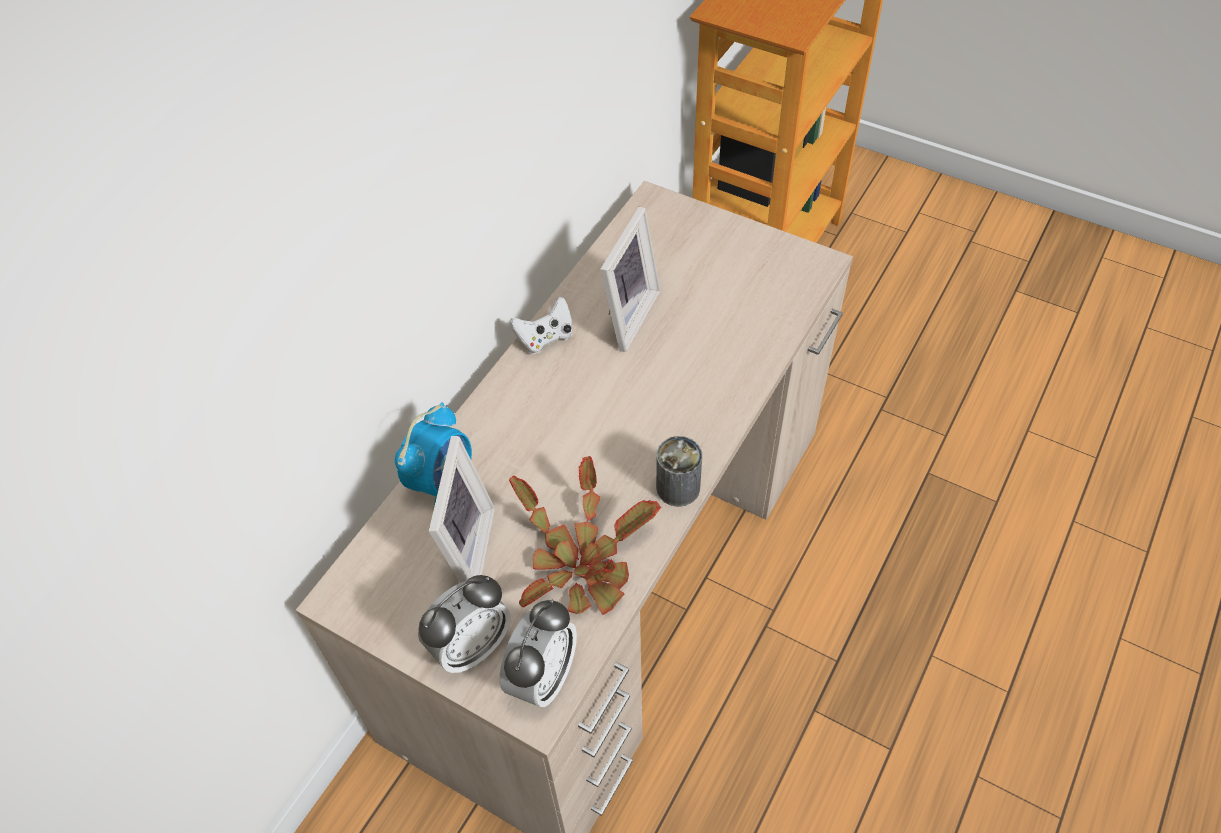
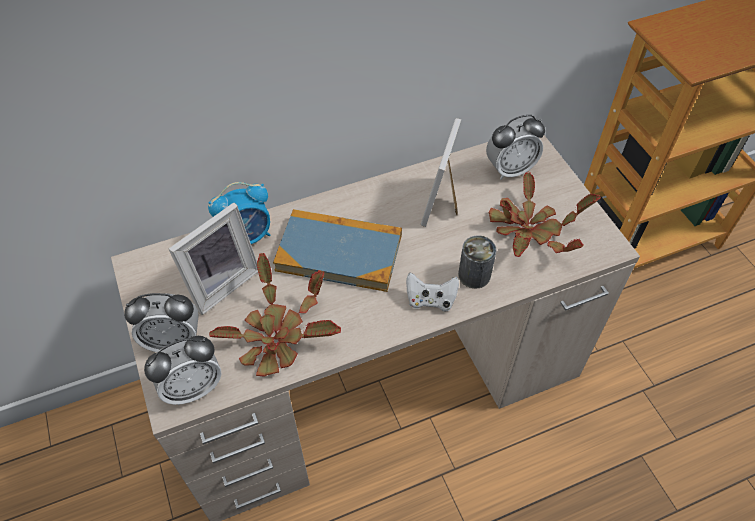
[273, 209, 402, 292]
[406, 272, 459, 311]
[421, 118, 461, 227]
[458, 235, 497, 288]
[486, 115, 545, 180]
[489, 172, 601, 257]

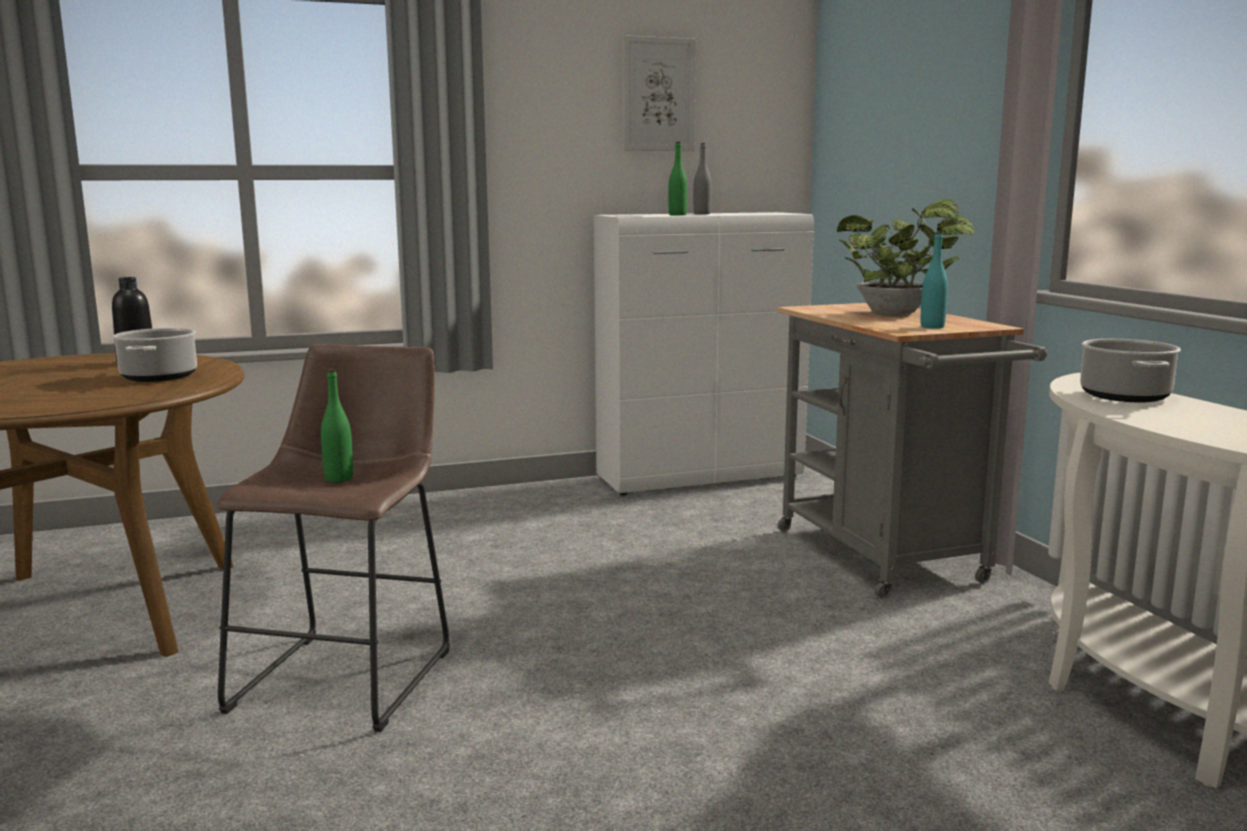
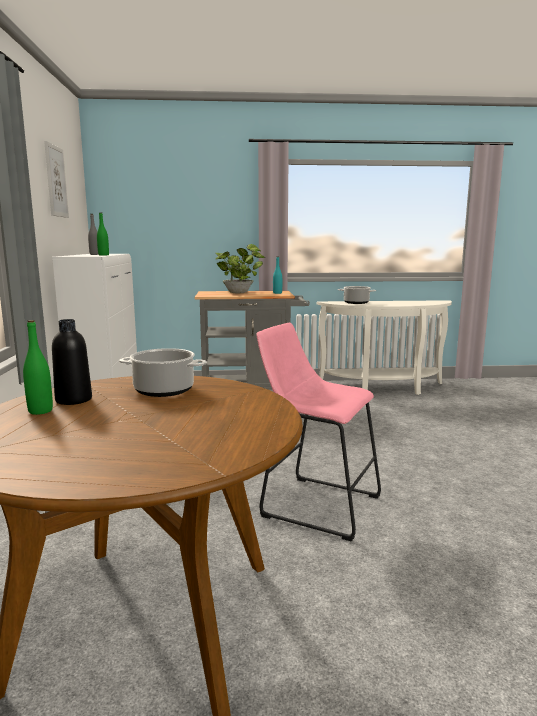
[23, 320, 53, 415]
[256, 323, 381, 542]

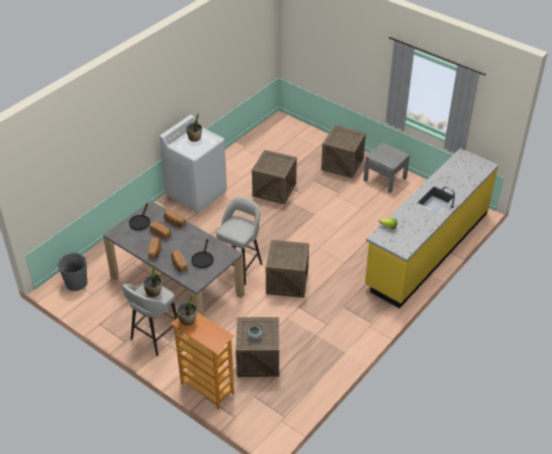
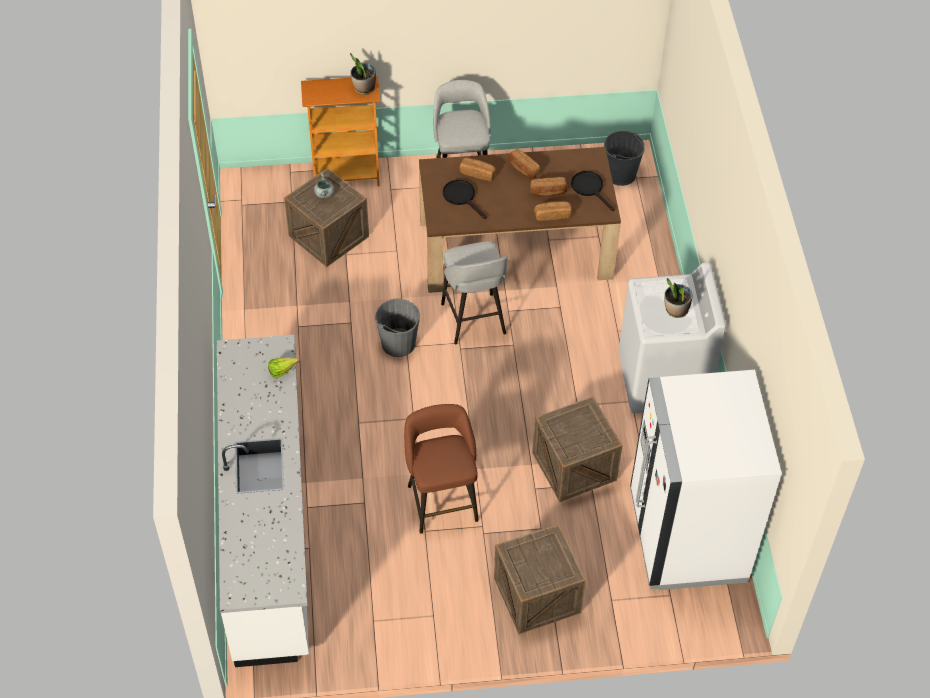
[217, 335, 309, 667]
[375, 299, 420, 357]
[404, 404, 479, 534]
[419, 147, 621, 293]
[630, 370, 782, 590]
[143, 264, 162, 298] (first image)
[364, 142, 410, 193] (first image)

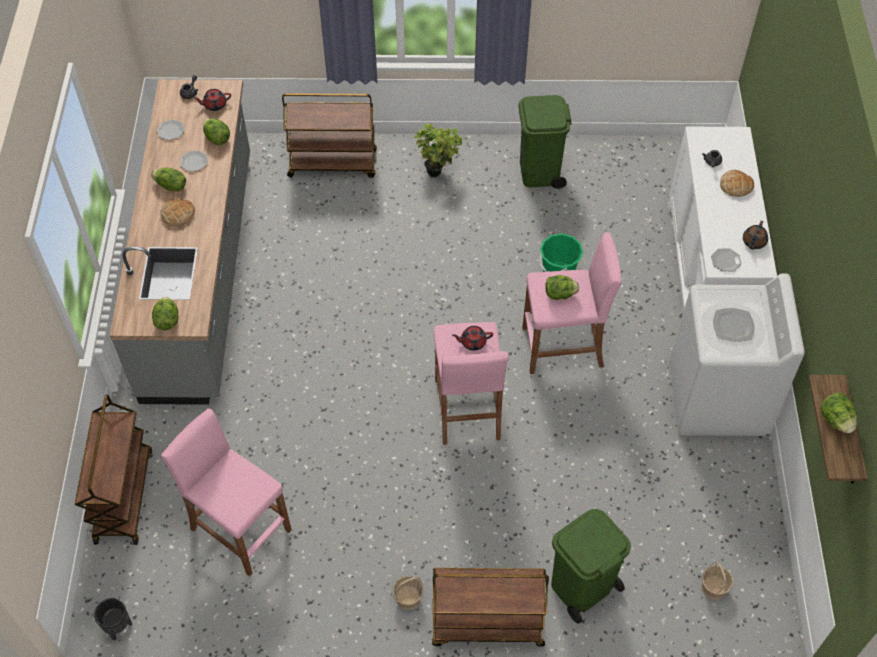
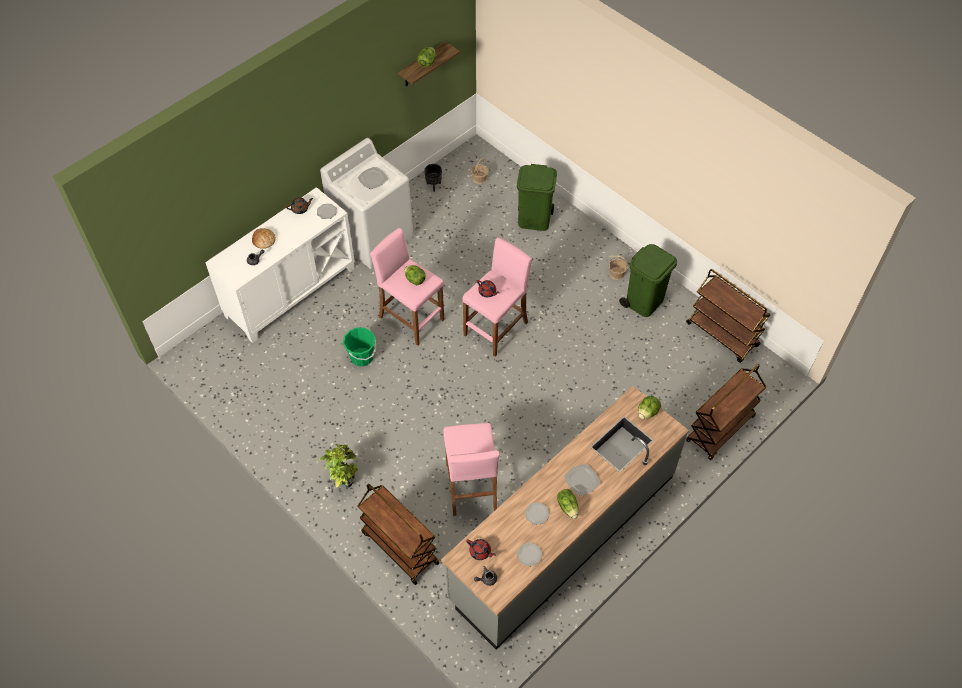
[424, 164, 442, 192]
[443, 423, 499, 516]
[564, 464, 600, 496]
[619, 244, 677, 317]
[686, 269, 770, 363]
[203, 119, 230, 145] (first image)

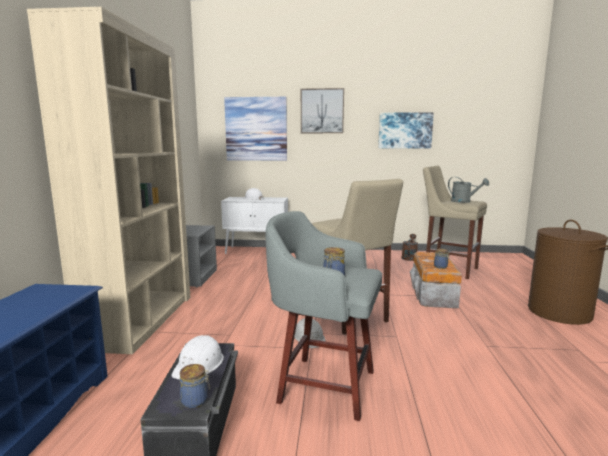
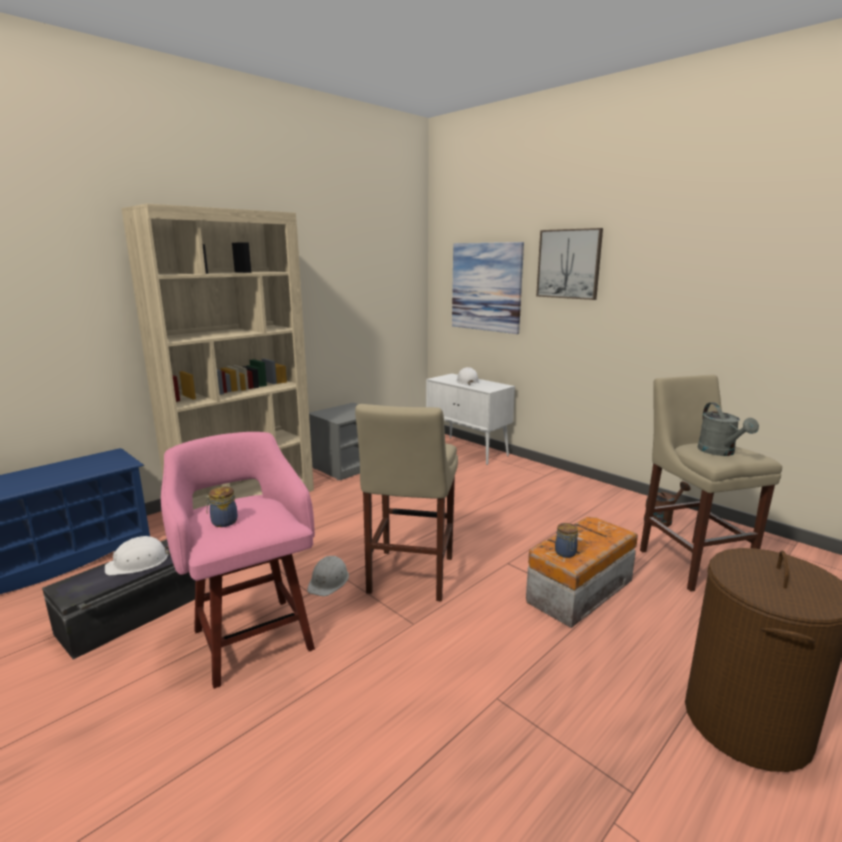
[161, 432, 315, 689]
[180, 364, 210, 409] (first image)
[378, 112, 434, 148] (first image)

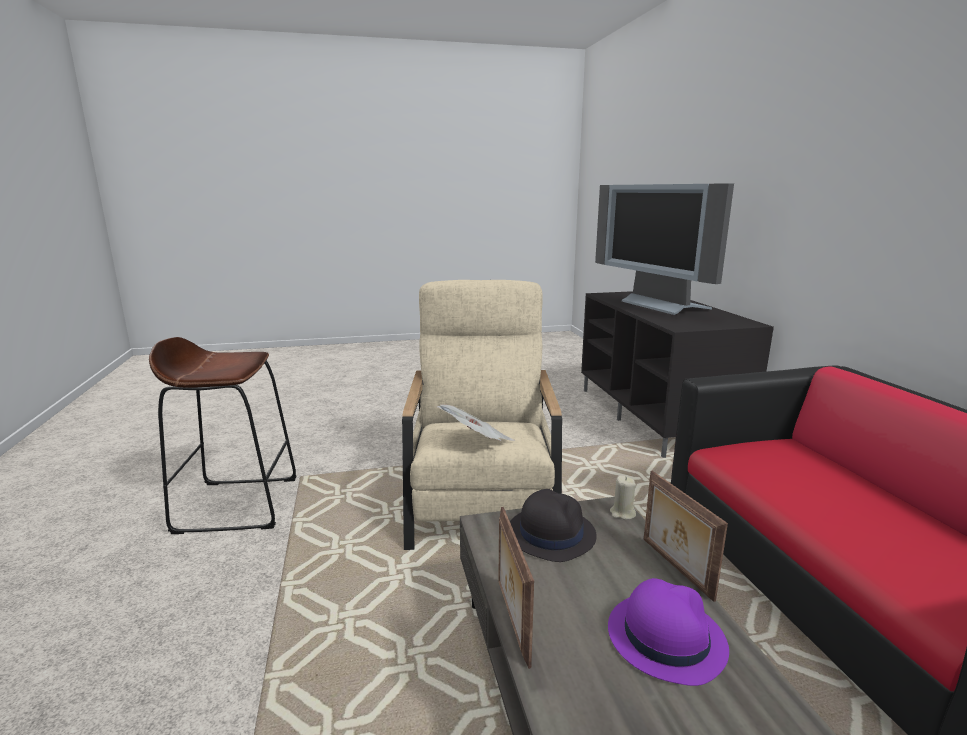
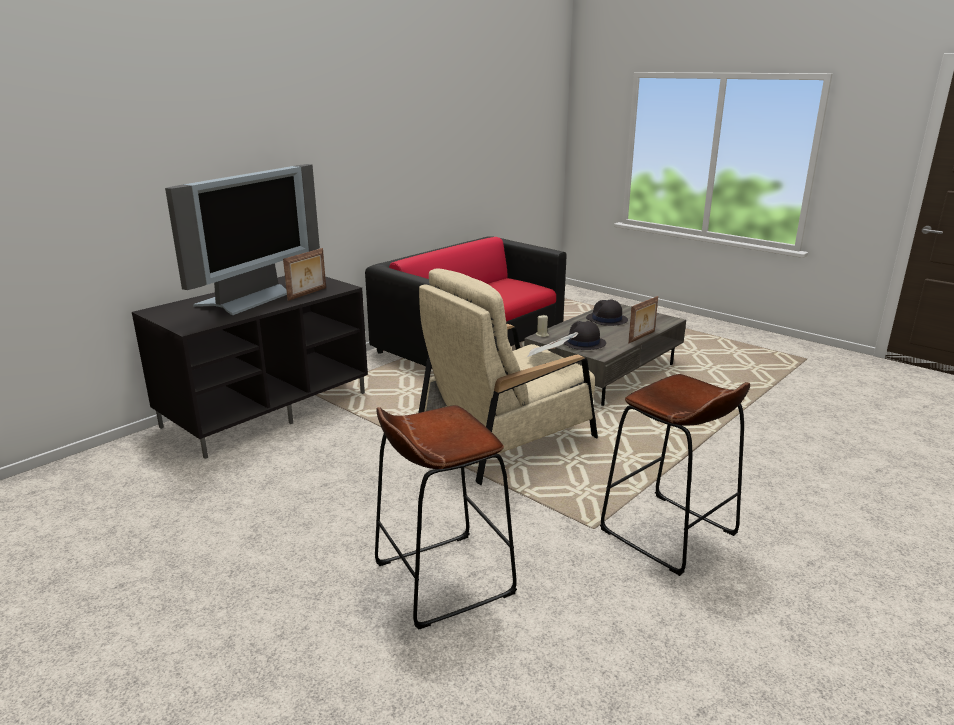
[283, 248, 326, 301]
[375, 405, 517, 630]
[586, 299, 628, 326]

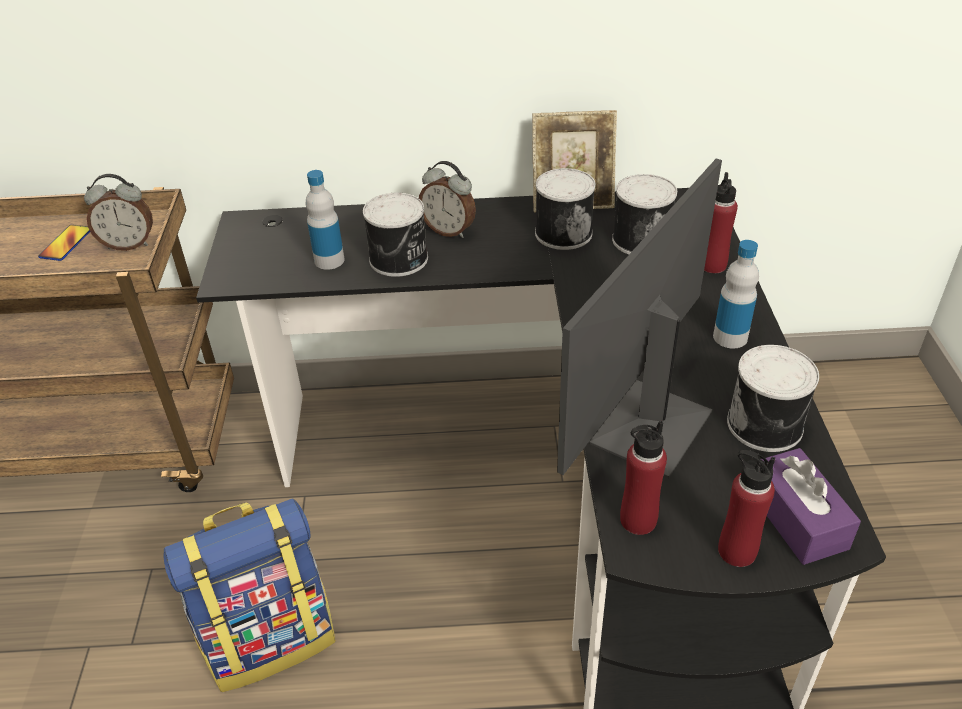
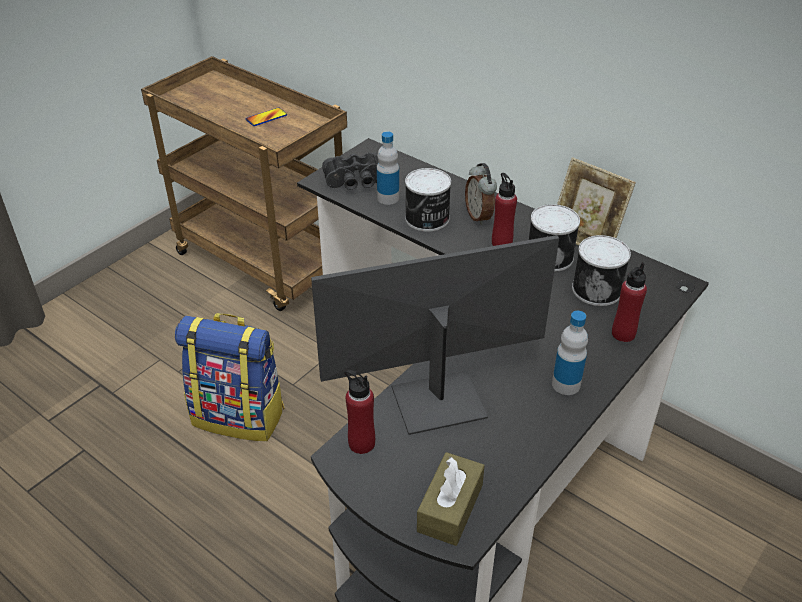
[322, 153, 379, 190]
[417, 452, 485, 546]
[492, 173, 517, 246]
[84, 174, 153, 251] (first image)
[727, 345, 819, 452] (first image)

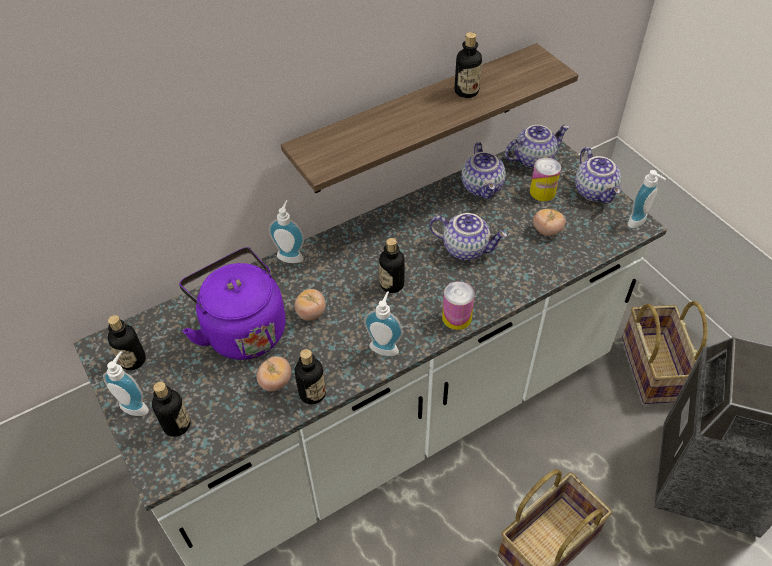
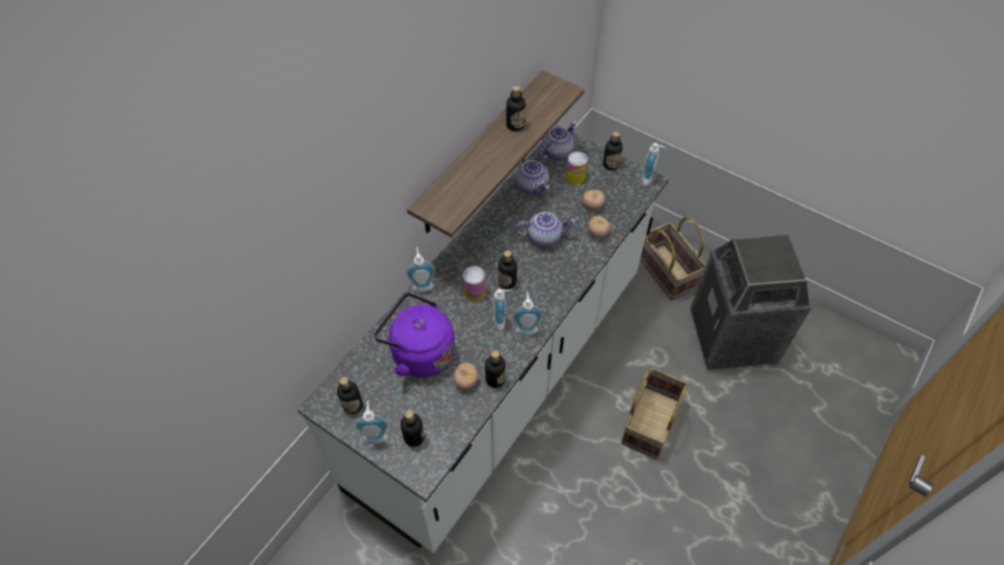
[463, 266, 486, 301]
[493, 289, 511, 331]
[588, 216, 610, 238]
[603, 132, 623, 171]

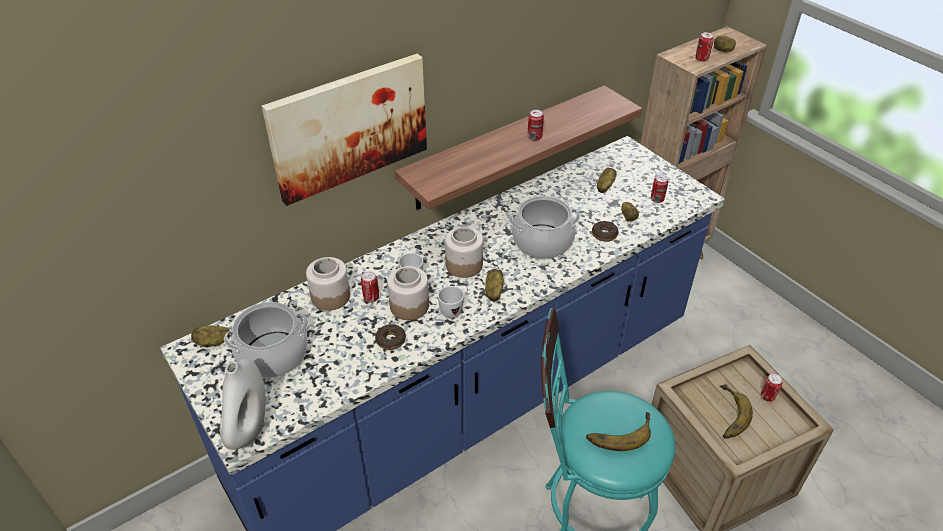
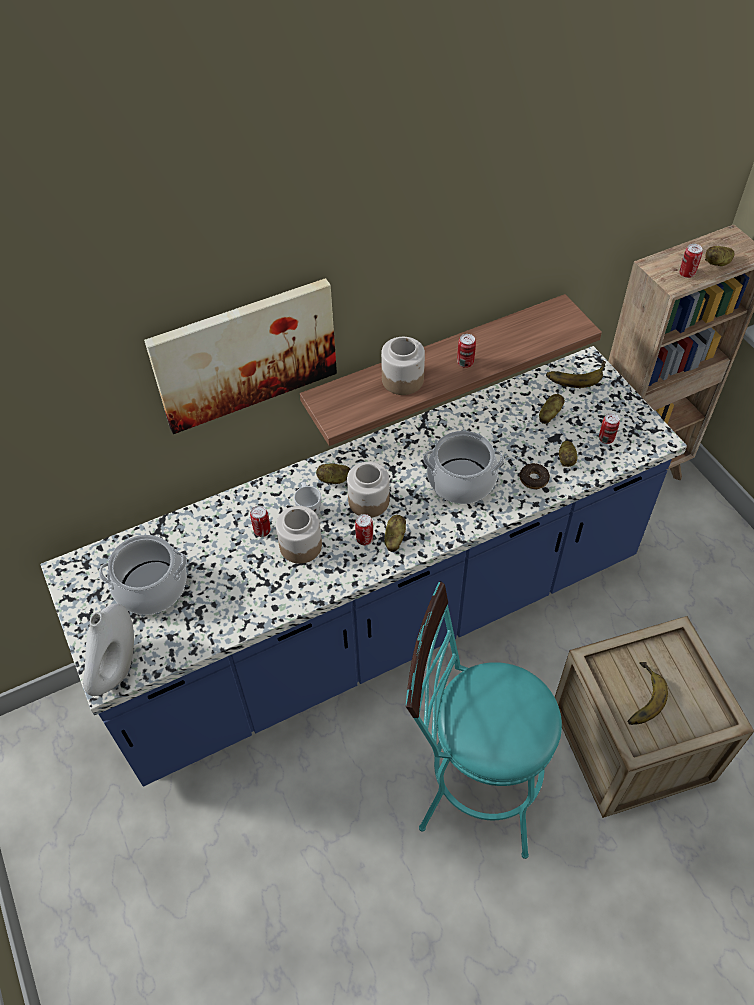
[316, 463, 350, 484]
[355, 514, 373, 545]
[381, 337, 425, 395]
[546, 361, 606, 388]
[375, 324, 406, 350] (first image)
[438, 284, 464, 318] (first image)

